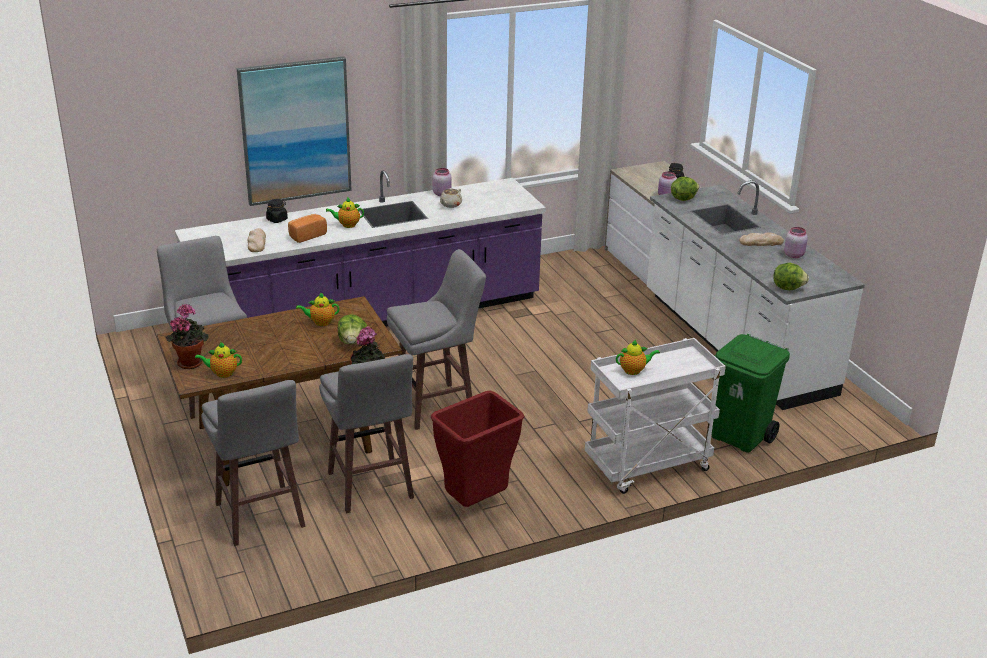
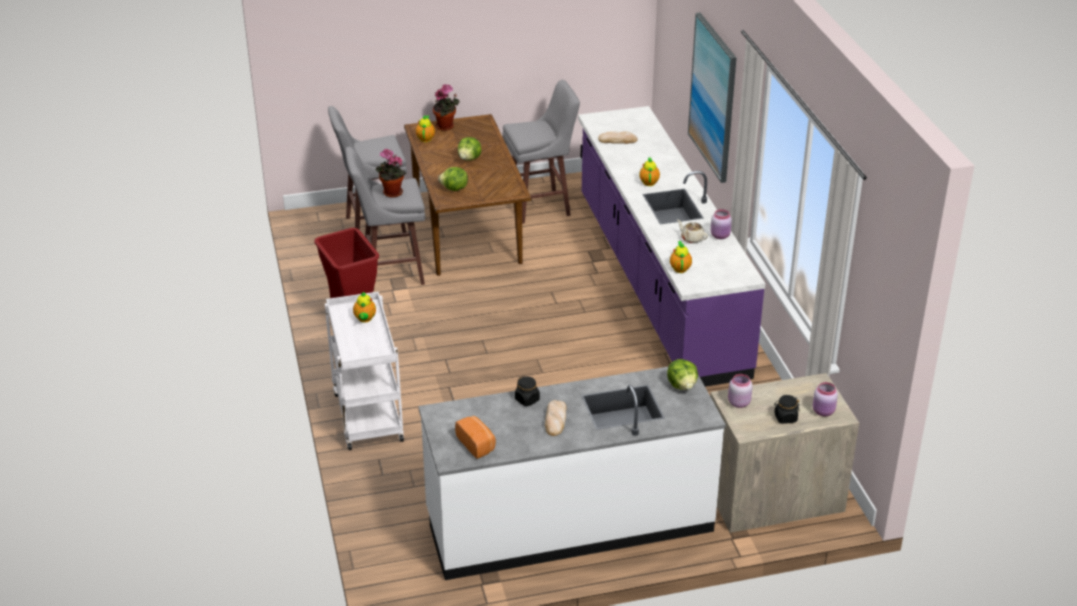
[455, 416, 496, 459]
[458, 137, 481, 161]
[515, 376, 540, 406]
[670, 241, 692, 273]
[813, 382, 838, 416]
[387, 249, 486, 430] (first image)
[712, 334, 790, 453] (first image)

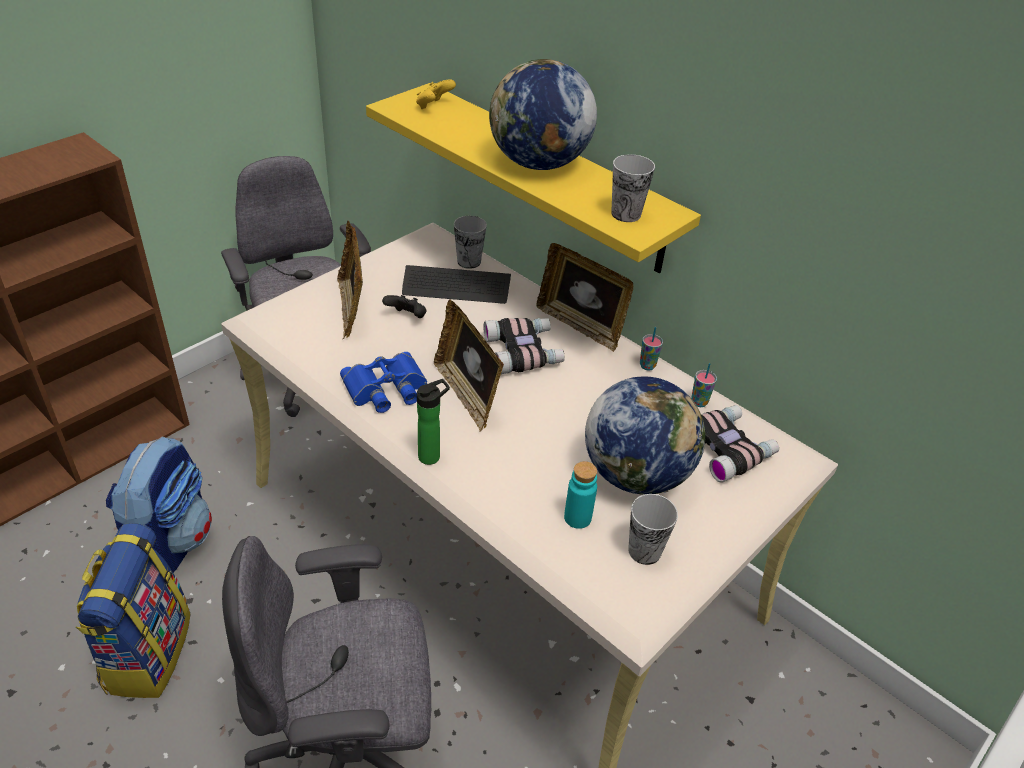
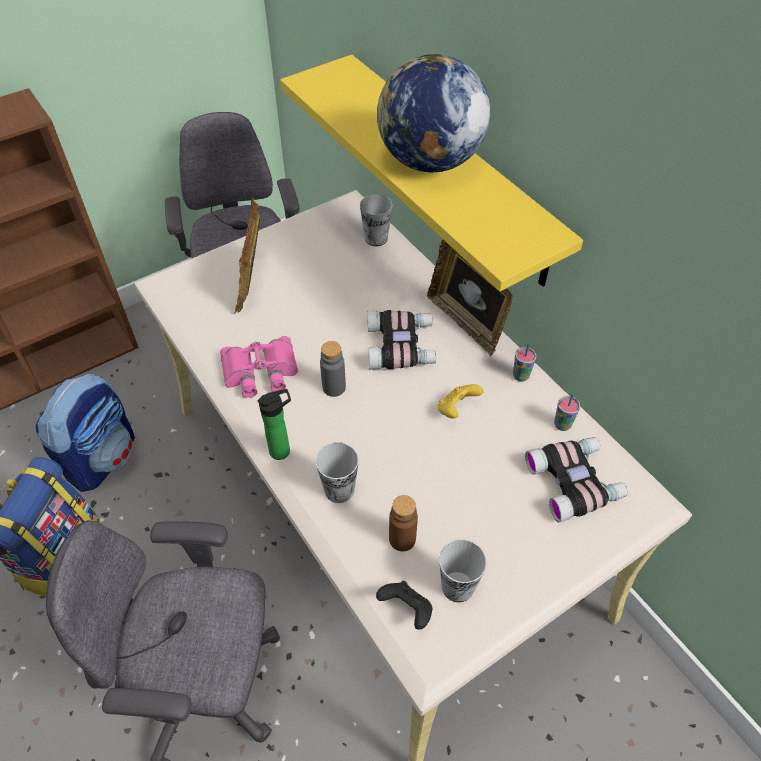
[220, 336, 298, 398]
[316, 442, 359, 503]
[320, 341, 346, 397]
[376, 581, 432, 630]
[389, 495, 418, 551]
[438, 384, 483, 419]
[402, 265, 511, 304] (first image)
[585, 376, 705, 495] (first image)

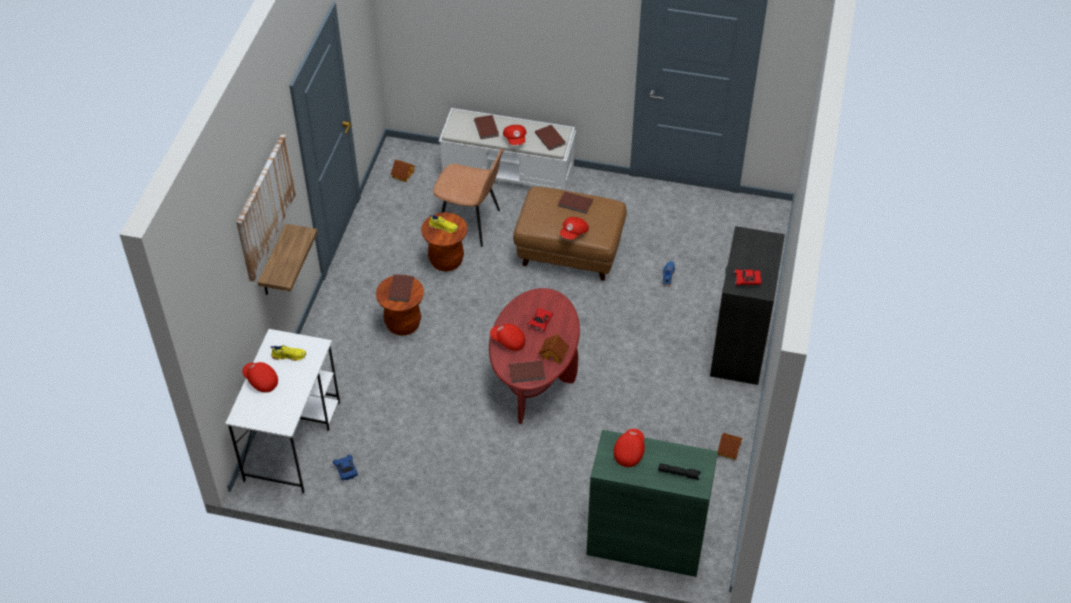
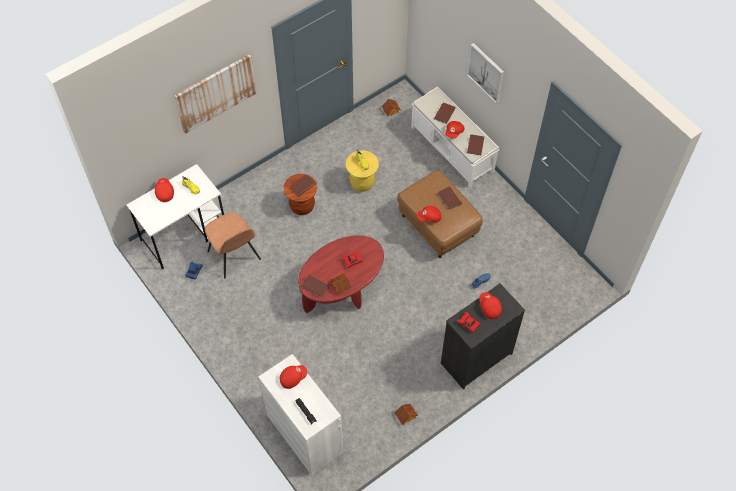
[205, 212, 261, 279]
[258, 354, 343, 475]
[345, 150, 379, 192]
[467, 43, 504, 104]
[479, 292, 502, 319]
[257, 224, 318, 295] (first image)

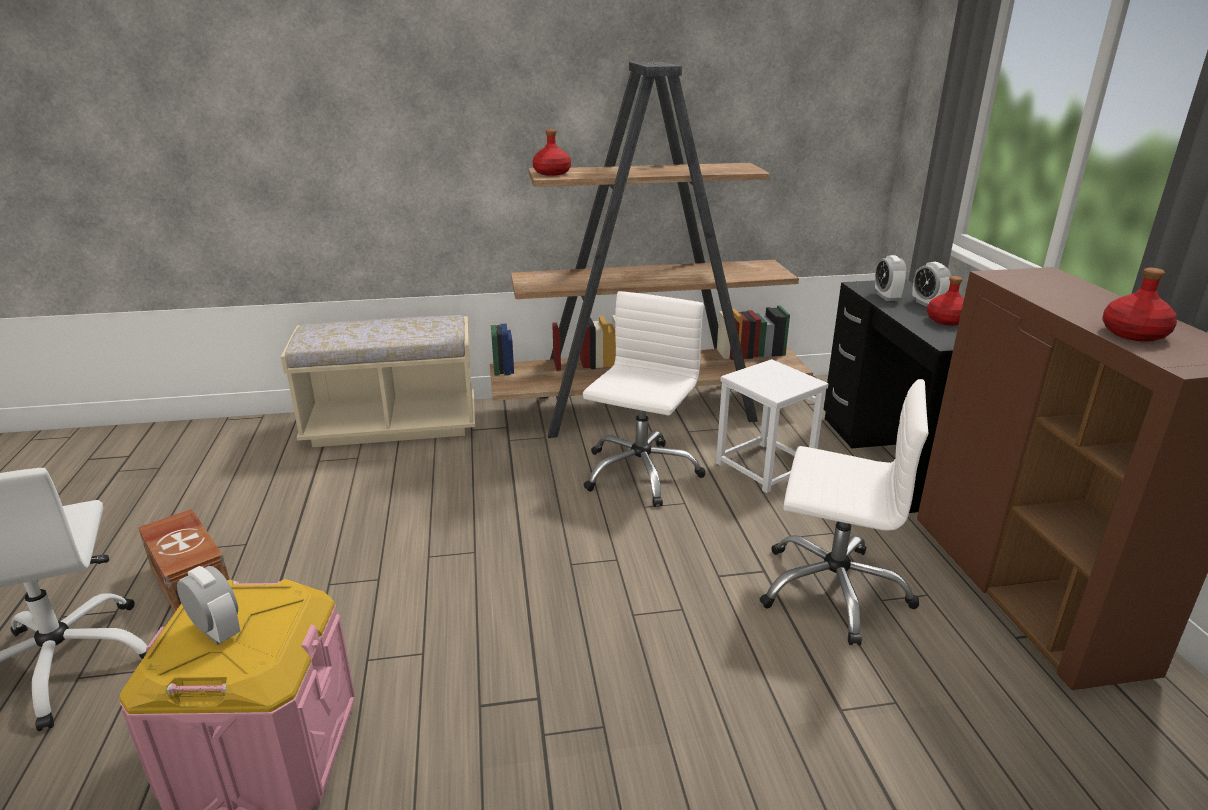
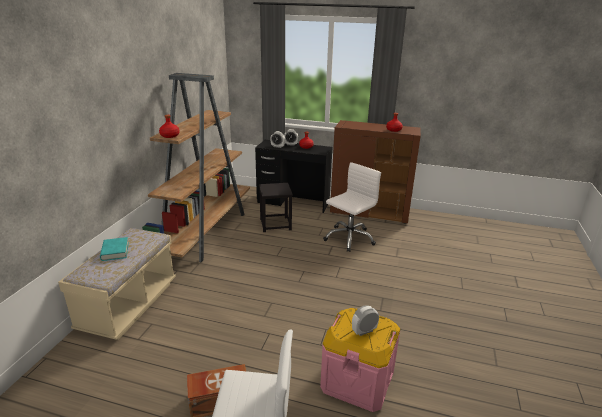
[100, 237, 129, 261]
[259, 183, 293, 232]
[583, 291, 705, 507] (first image)

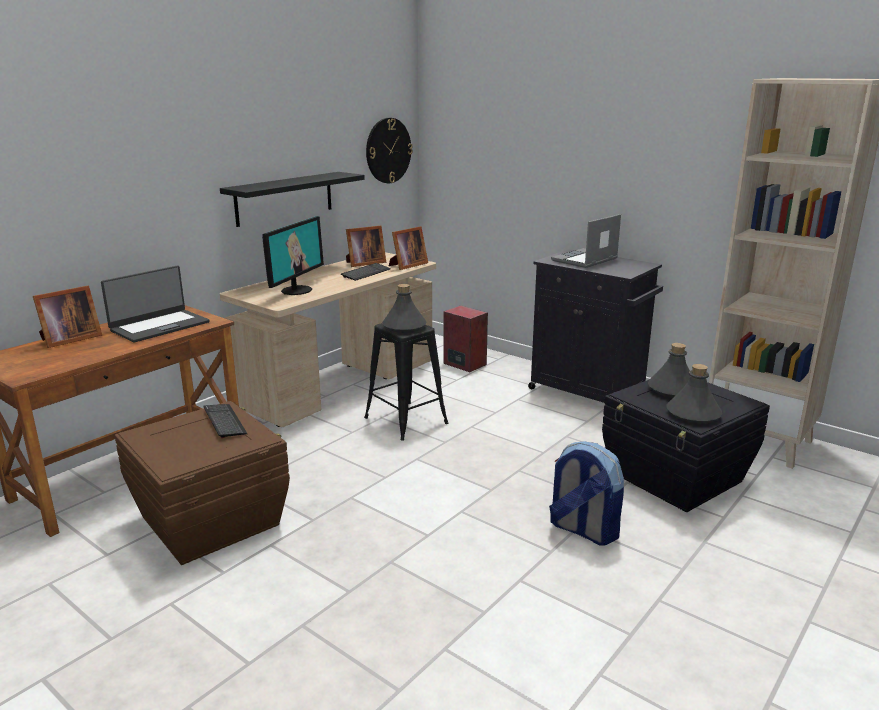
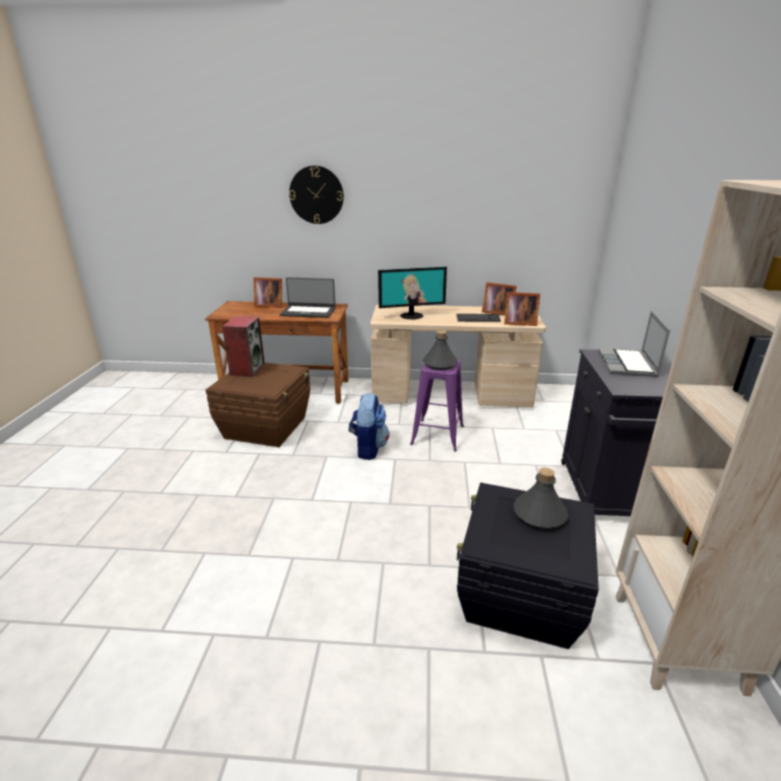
[222, 316, 265, 377]
[289, 166, 344, 224]
[349, 393, 389, 460]
[410, 359, 464, 451]
[598, 311, 670, 377]
[203, 404, 247, 438] (first image)
[220, 172, 365, 227] (first image)
[666, 364, 722, 424] (first image)

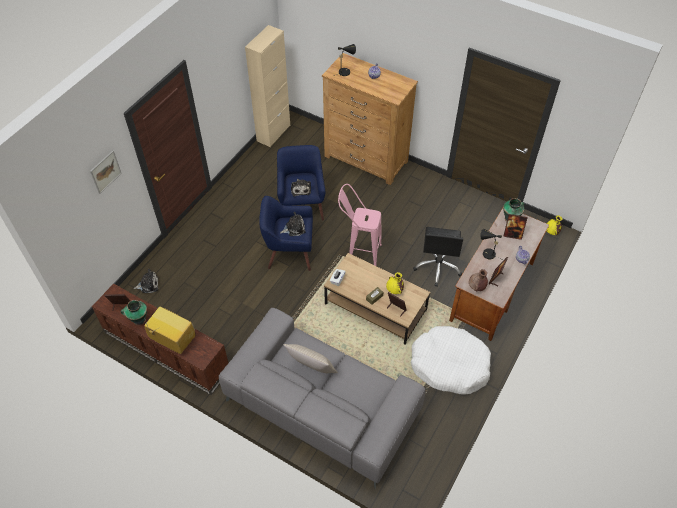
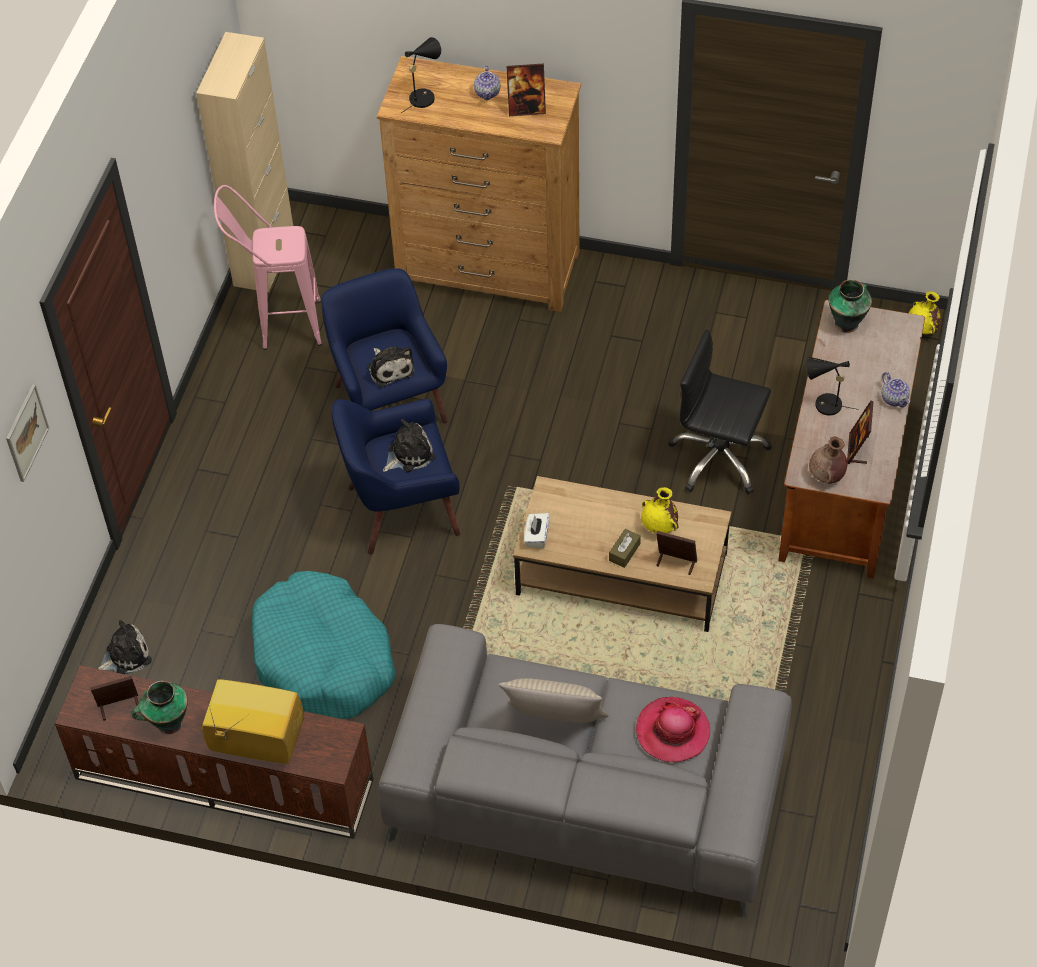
[214, 185, 322, 350]
[252, 571, 396, 719]
[506, 63, 546, 116]
[636, 697, 710, 762]
[668, 329, 772, 494]
[411, 326, 491, 395] (first image)

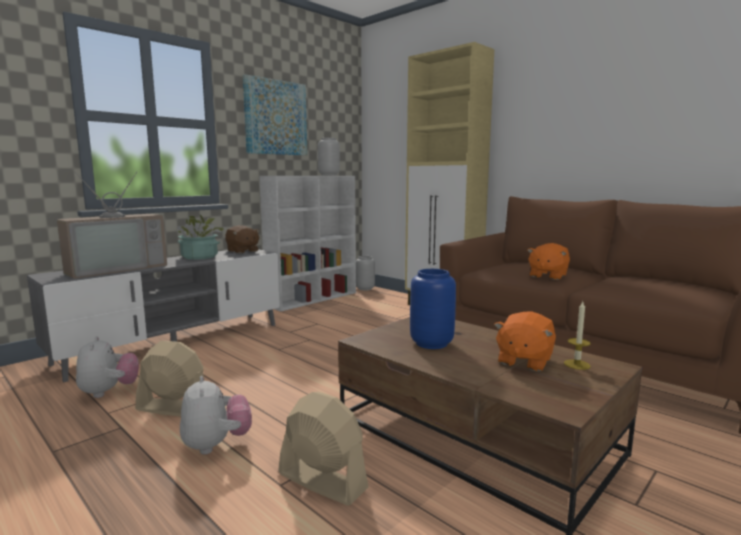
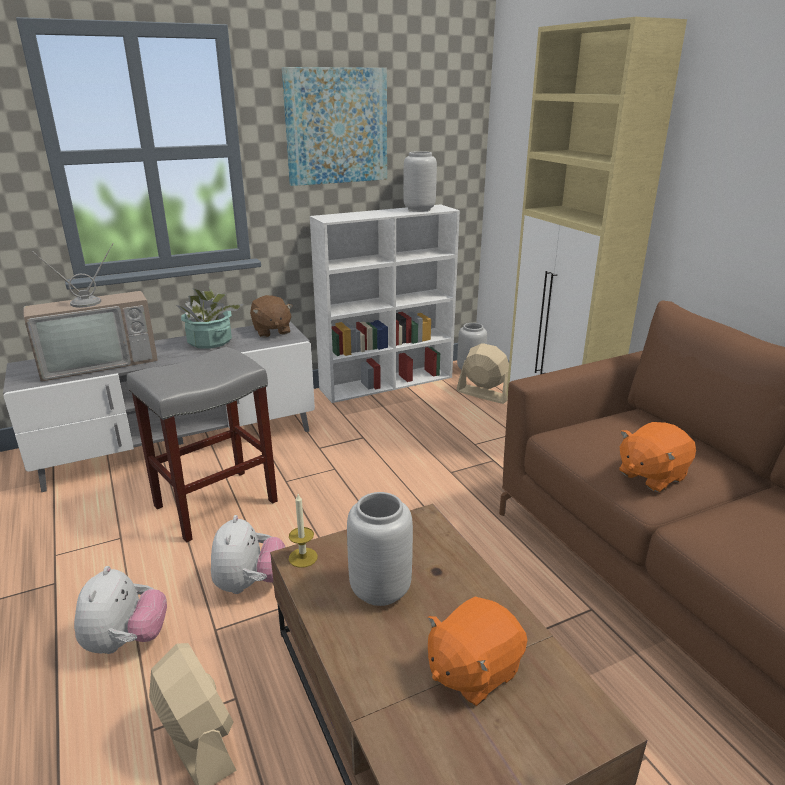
[127, 347, 278, 543]
[211, 515, 285, 594]
[289, 494, 318, 568]
[347, 492, 413, 606]
[457, 343, 509, 404]

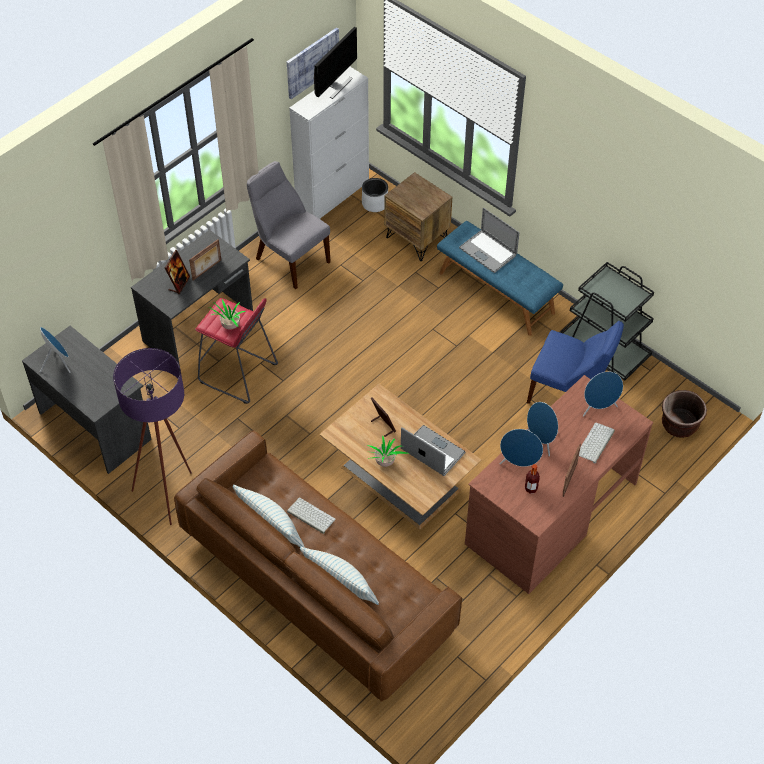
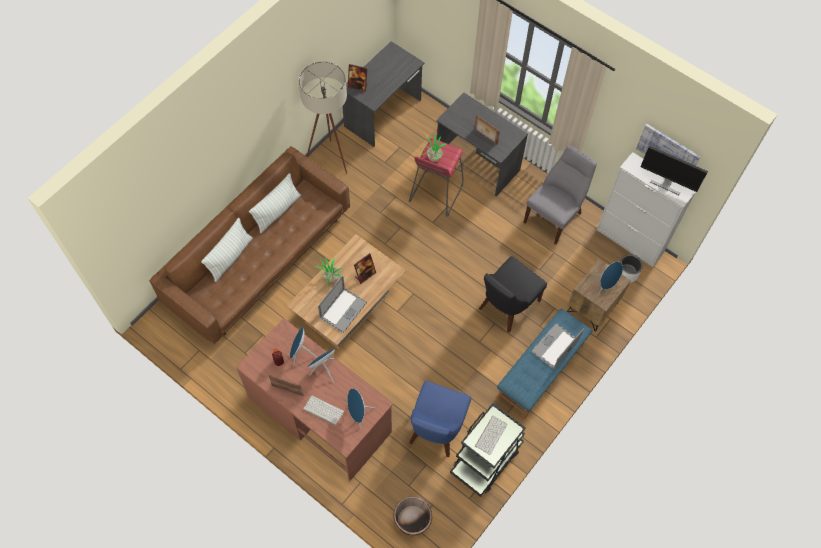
[299, 61, 347, 174]
[348, 64, 367, 92]
[475, 416, 507, 455]
[479, 256, 547, 333]
[595, 262, 623, 295]

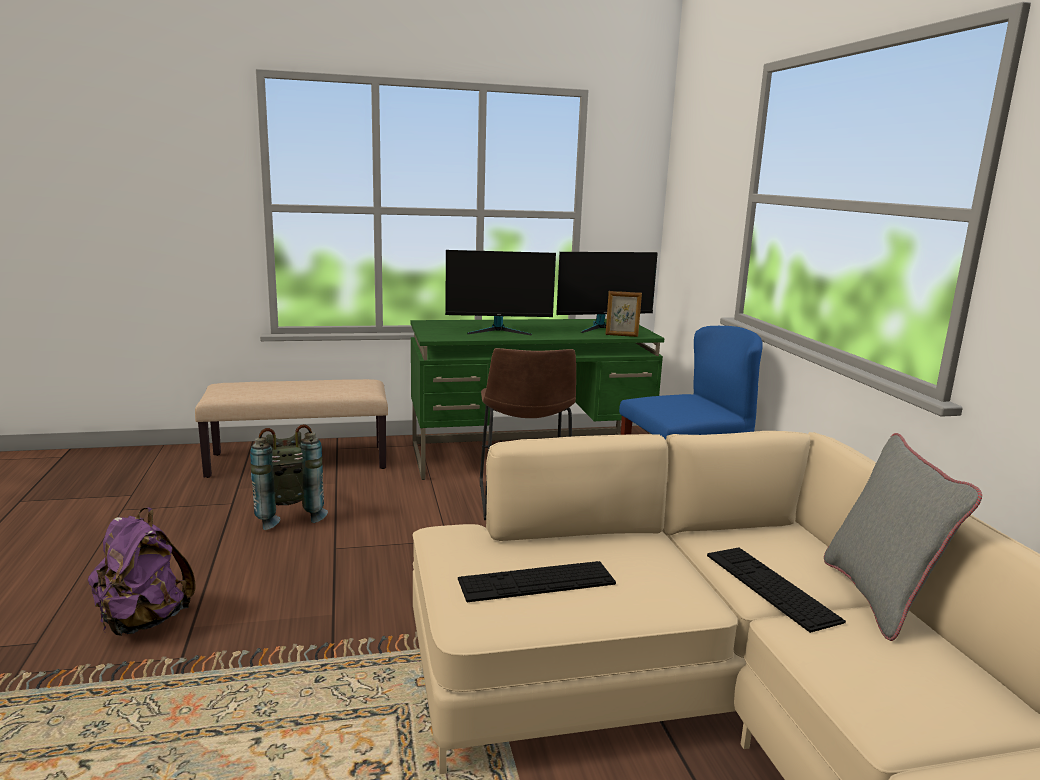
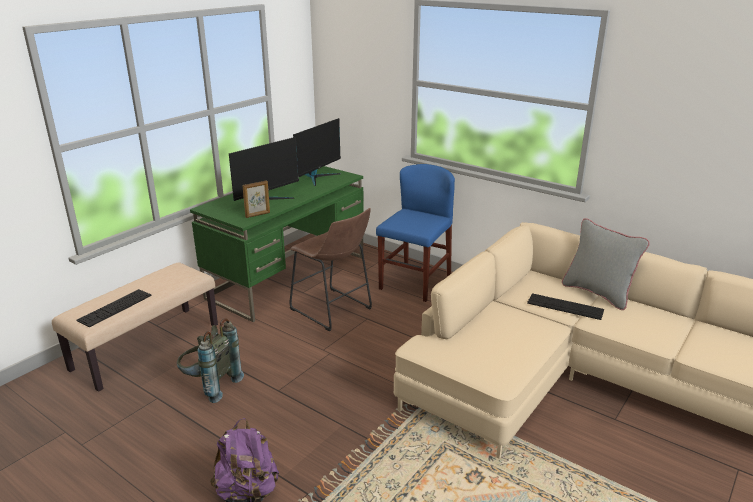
[76, 290, 152, 327]
[242, 181, 270, 218]

